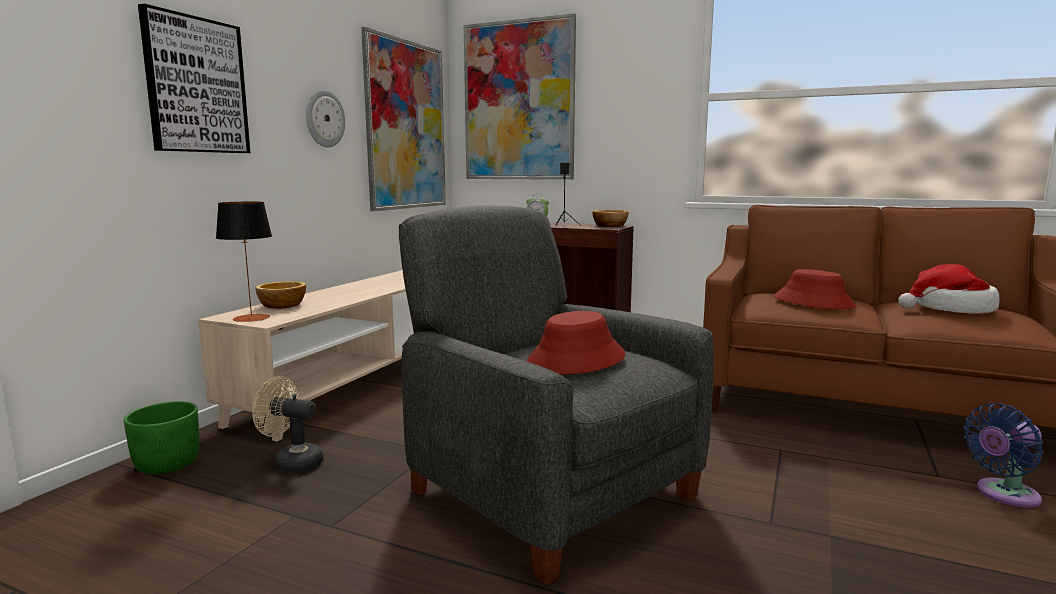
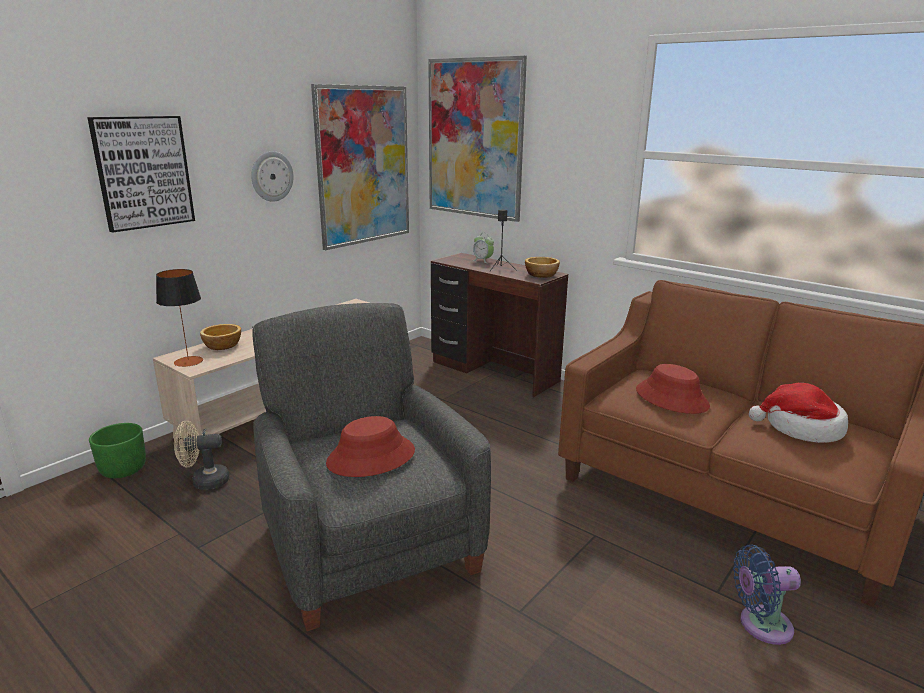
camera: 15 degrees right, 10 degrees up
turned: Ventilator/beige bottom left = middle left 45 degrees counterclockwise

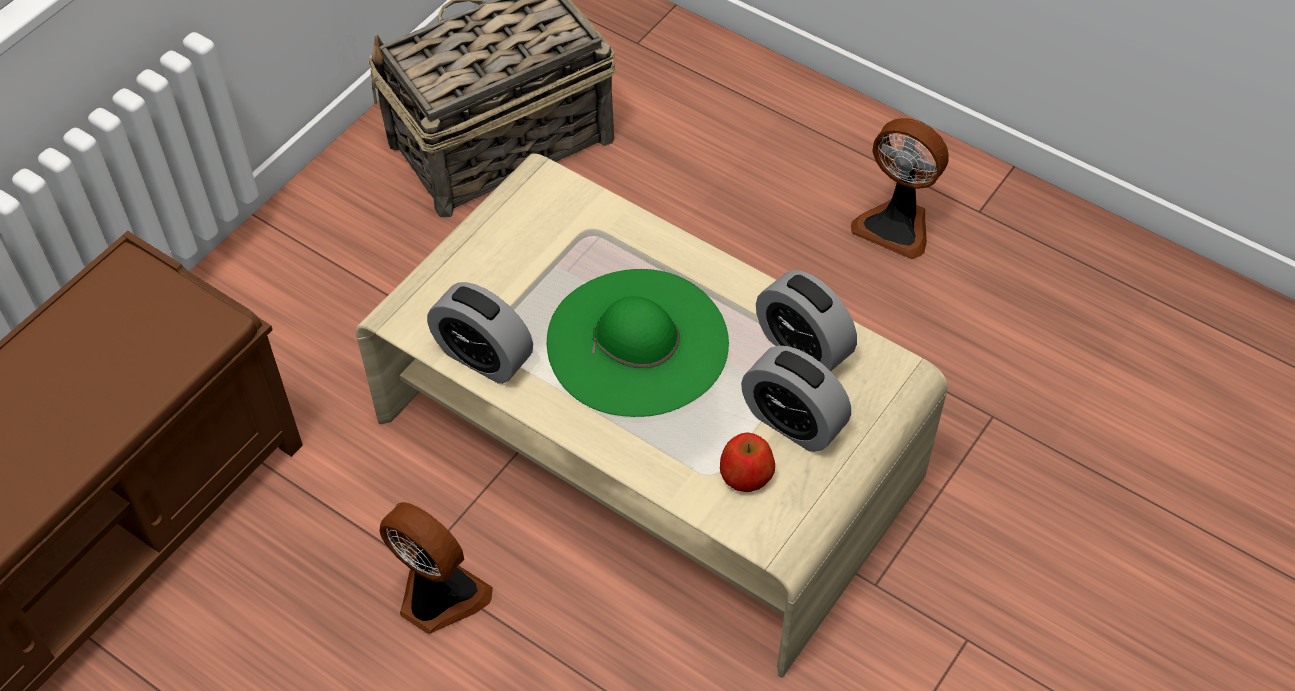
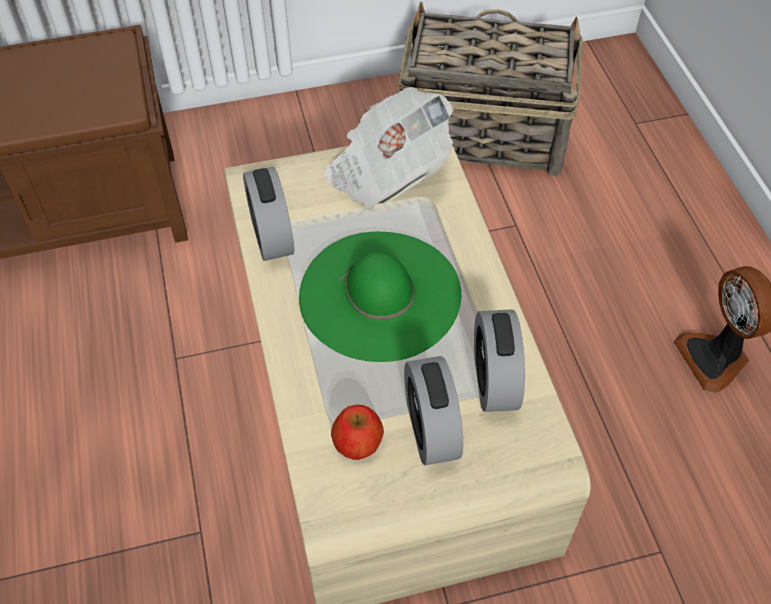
camera: 40 degrees right, 0 degrees up
removed: Ventilator (1st from left) bottom centre
added: Zeitung top centre

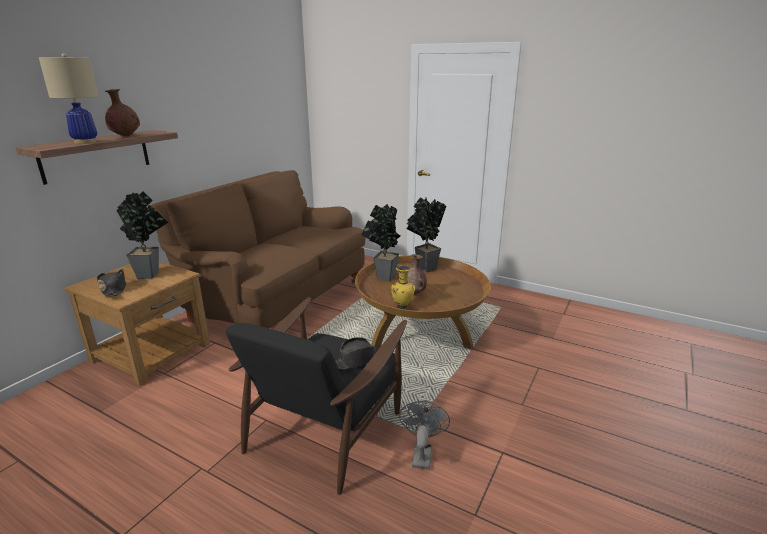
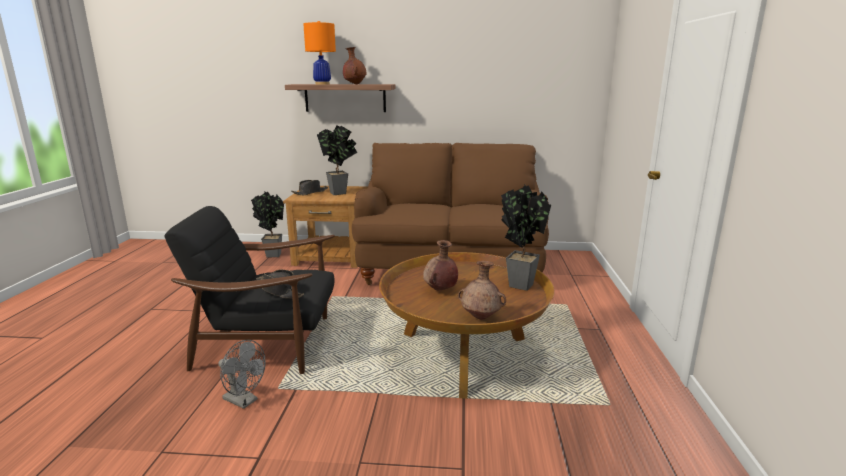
camera: 65 degrees right, 5 degrees down
removed: Vase/gelb centre
added: Vase/braun (3rd from left) centre
moved: Topfpflanze (2nd from left in the first image) centre to Topfpflanze (1st from left) middle left
recoloured: Tischlampe/beige top left to Tischlampe/orange top centre
turned: Ventilator/grau bottom centre = bottom left 45 degrees clockwise

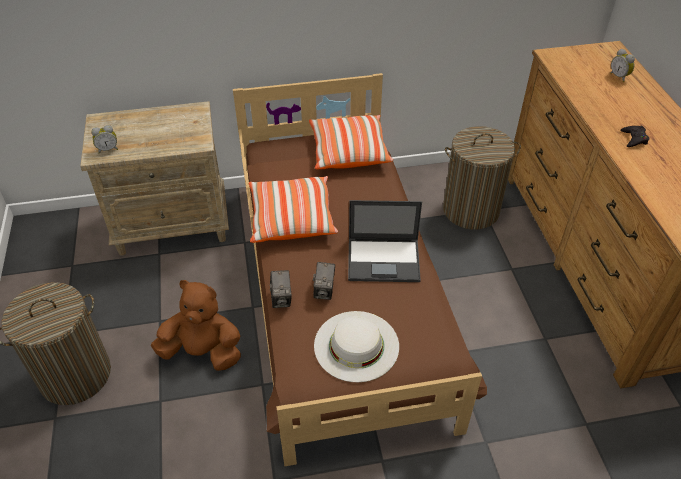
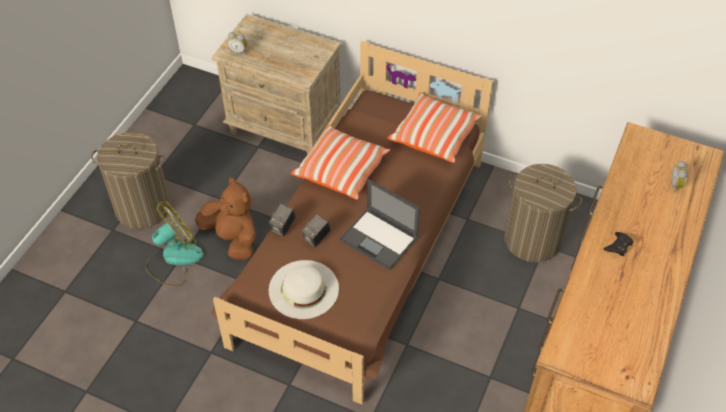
camera: 35 degrees right, 5 degrees up
added: Ventilator middle left

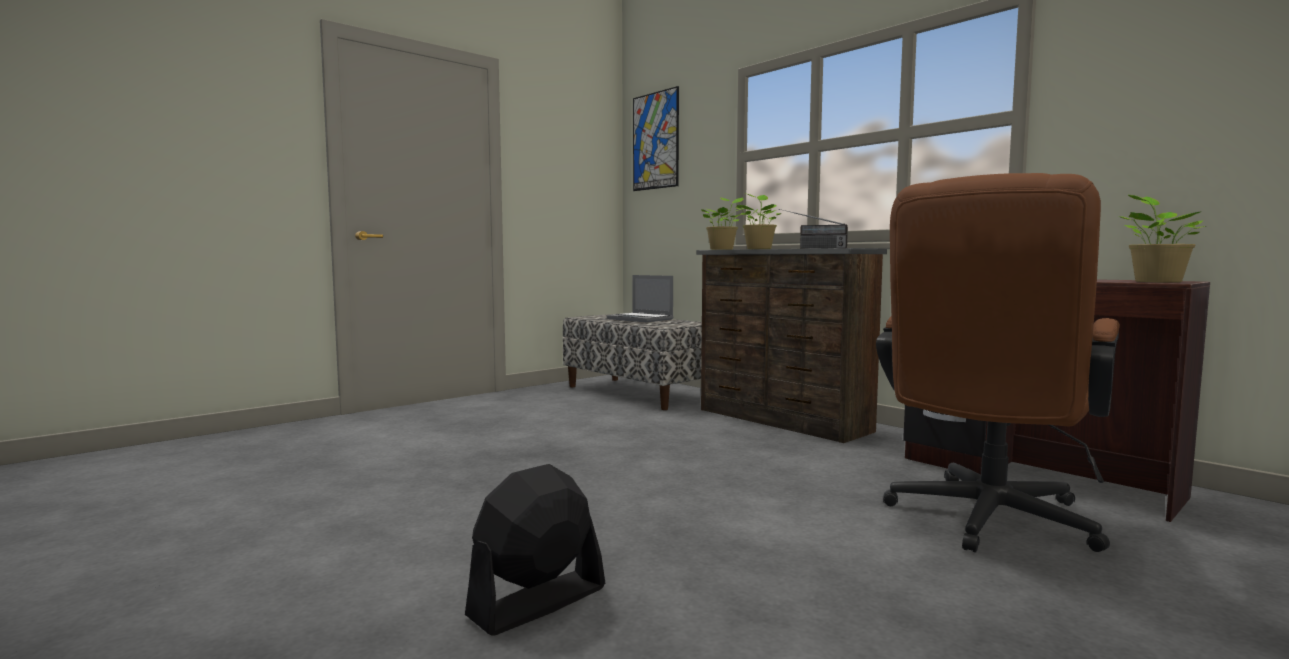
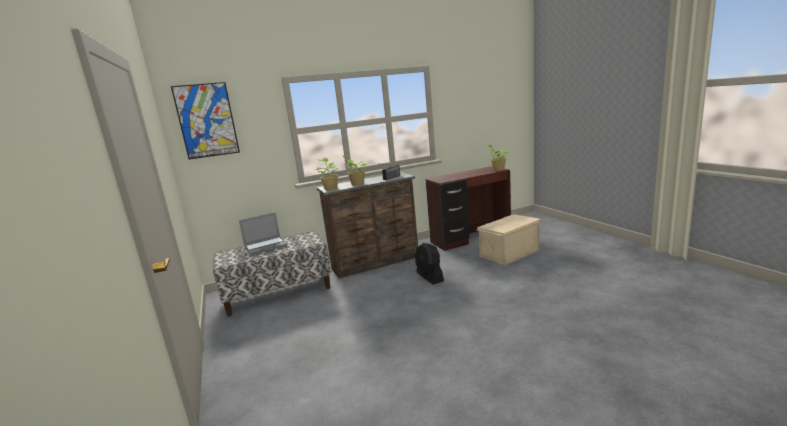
camera: 70 degrees left, 10 degrees up
moved: Ventilator/schwarz bottom centre to centre
replaced: Bürostuhl/braun middle right to Aufbewahrungsbox/beige centre

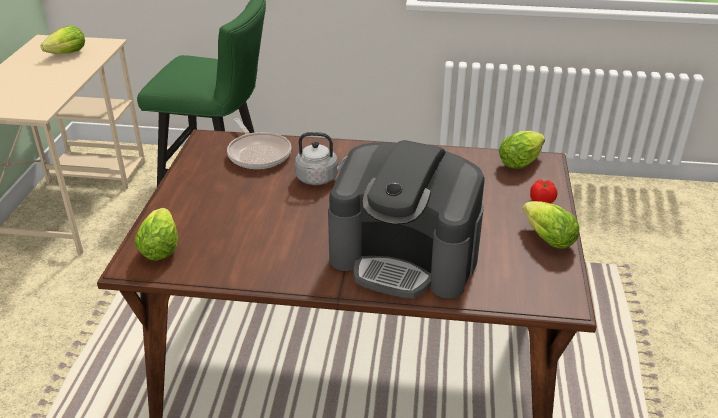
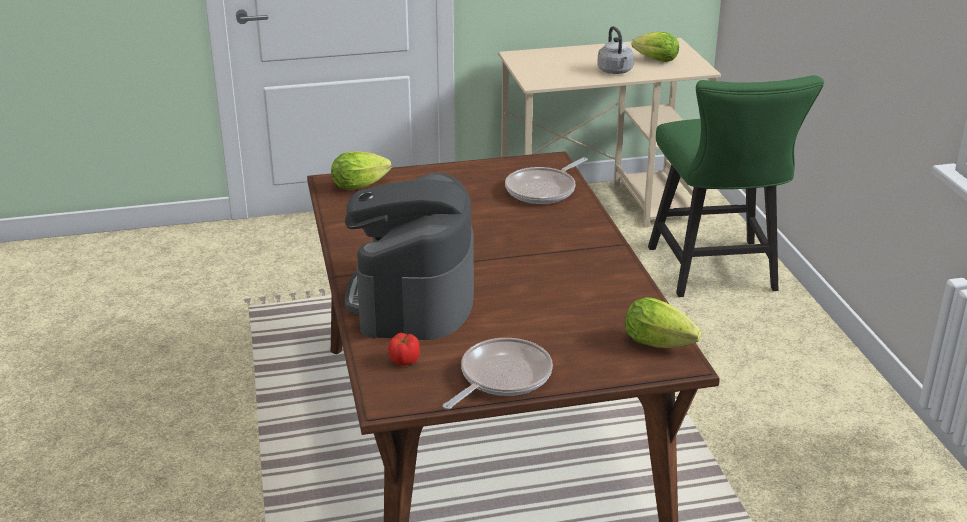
camera: 70 degrees right, 5 degrees down
moved: Wasserkessel/grau centre to top centre; Tomate middle right to bottom centre
replaced: Salatkopf (4th from left) middle right to Pfanne (1st from left) bottom centre

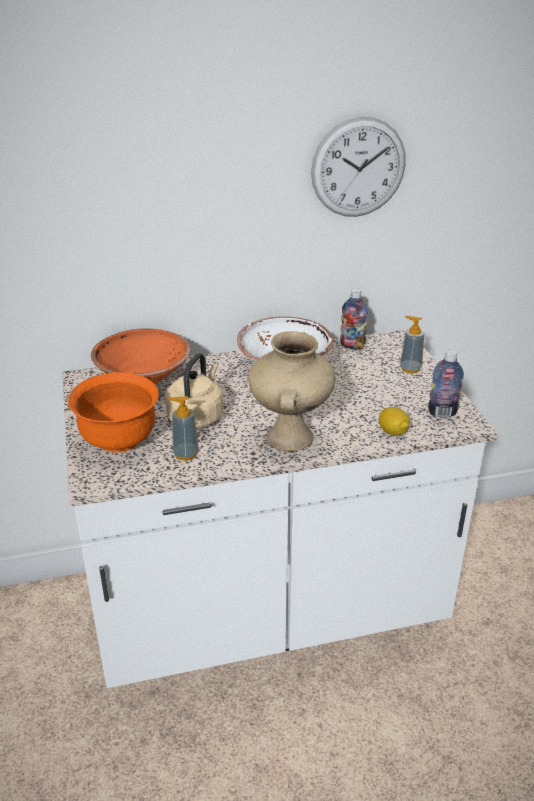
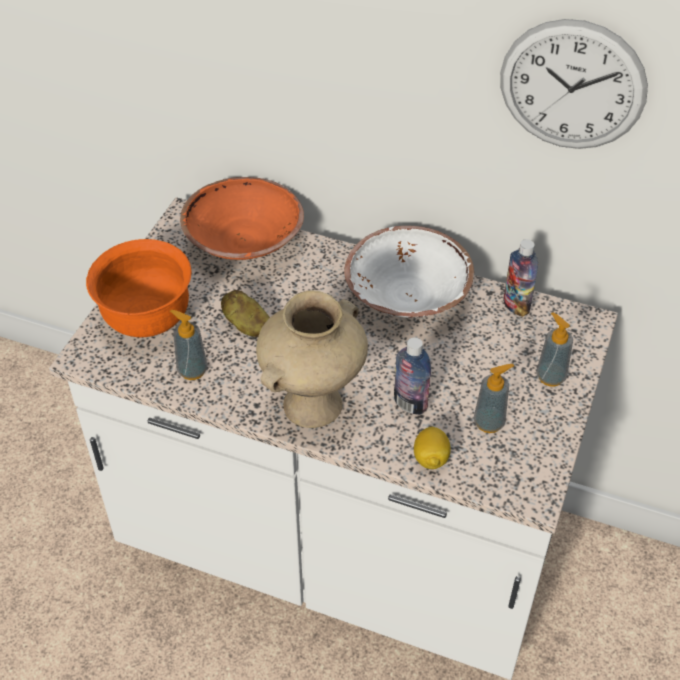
camera: 35 degrees right, 15 degrees up
added: Seifenspender (2nd from left) middle right
moved: Flasche (2nd from left in the first image) middle right to Flasche (1st from left) centre
replaced: Wasserkessel/beige centre to Kartoffel centre

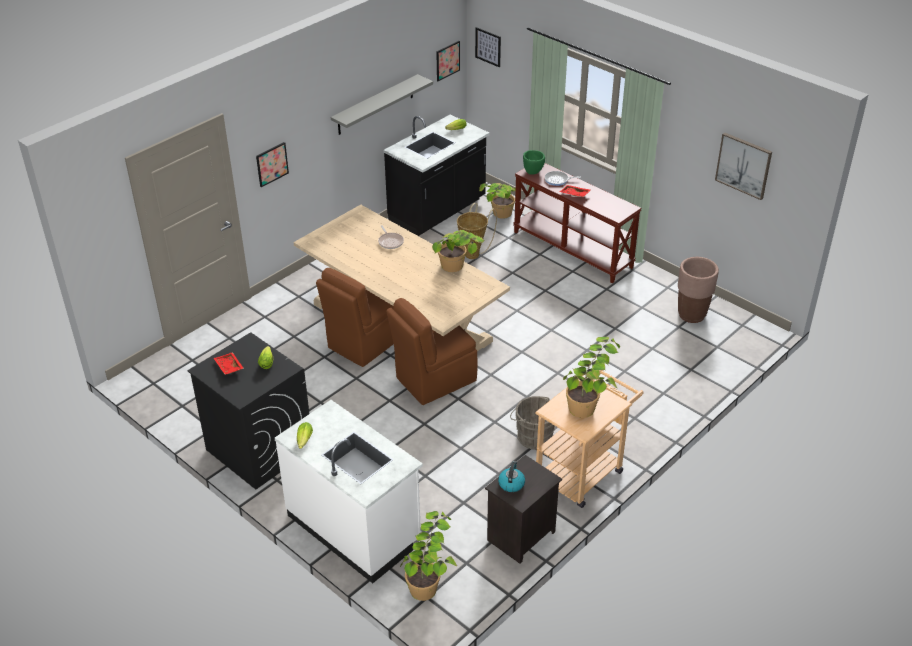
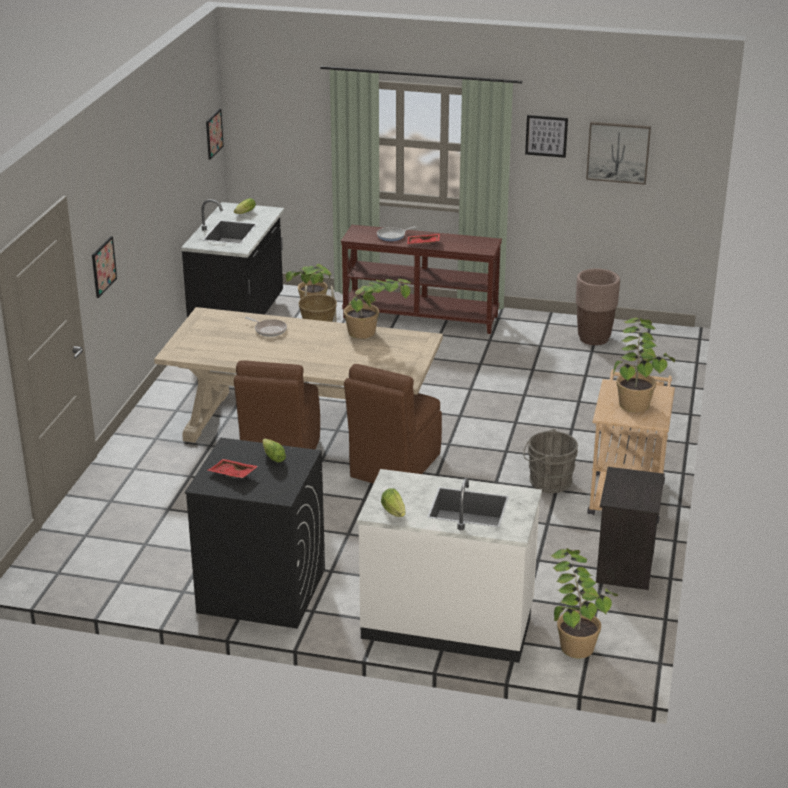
camera: 30 degrees left, 10 degrees down
removed: Wandregal/grau top centre; Wasserkessel bottom centre; Schüssel/grün top centre
moved: Bild (3rd from left) top centre to top right

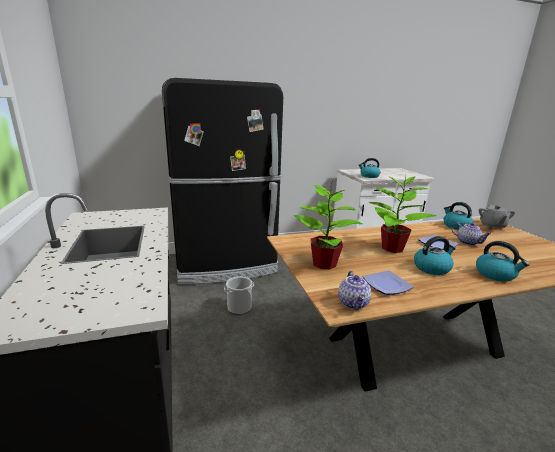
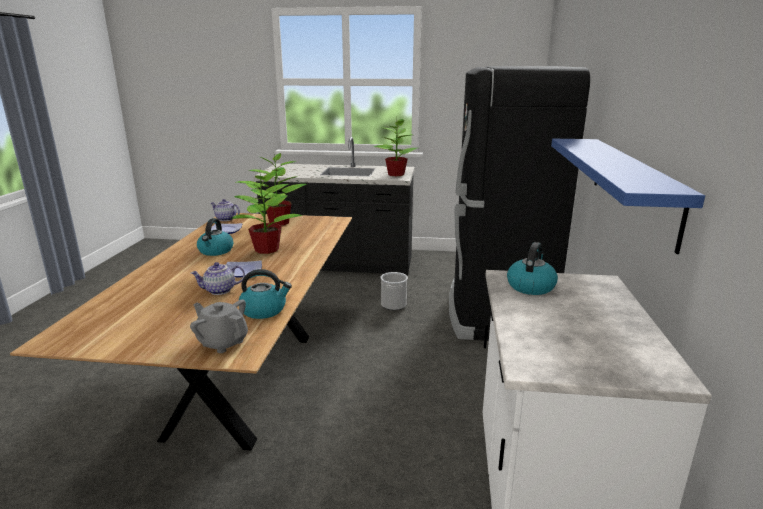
camera: 115 degrees right, 0 degrees up
removed: Wasserkessel (4th from left) middle right
added: Topfpflanze (3rd from left) top centre; Wandregal/blau middle right

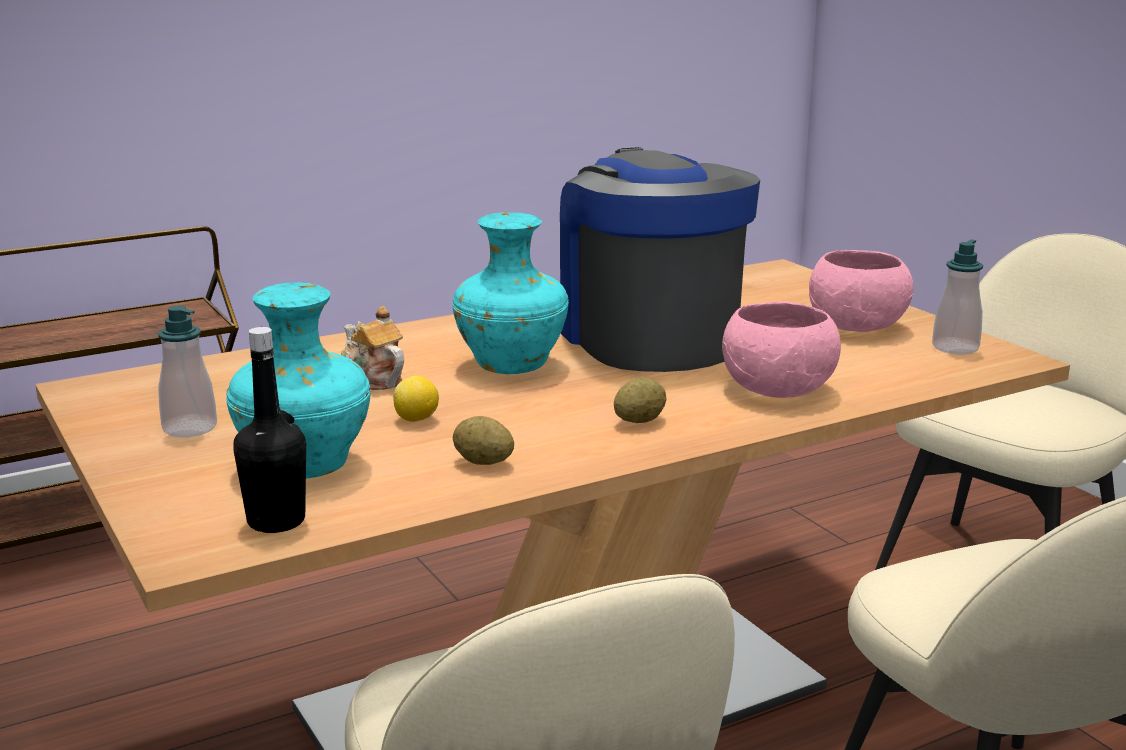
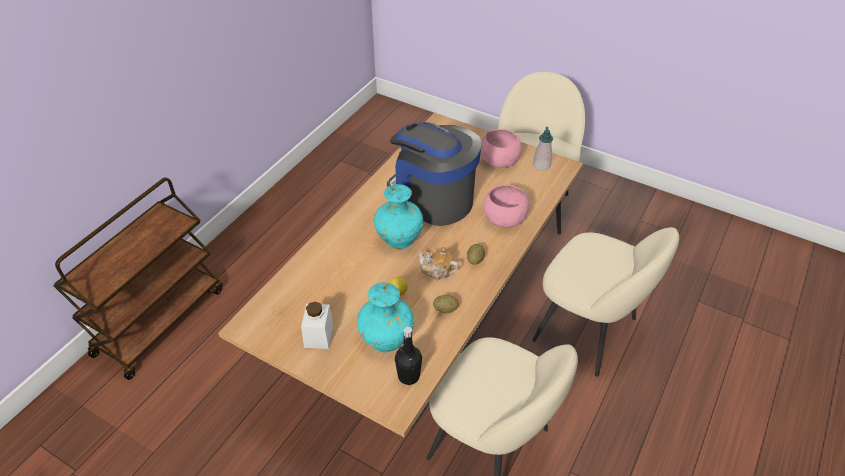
camera: 30 degrees left, 25 degrees up
moved: Teekanne middle left to centre
replaced: Seifenspender (1st from left) middle left to Vorratsglas/weiß bottom centre

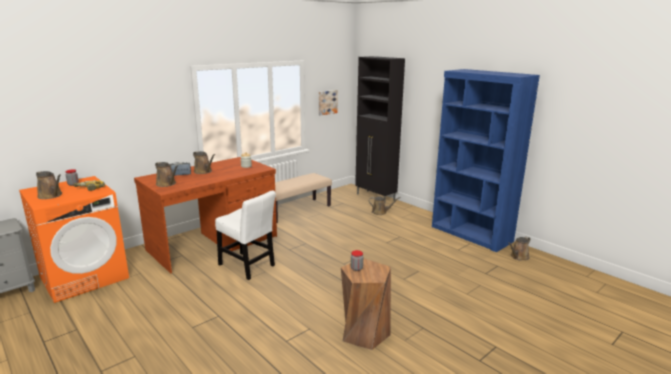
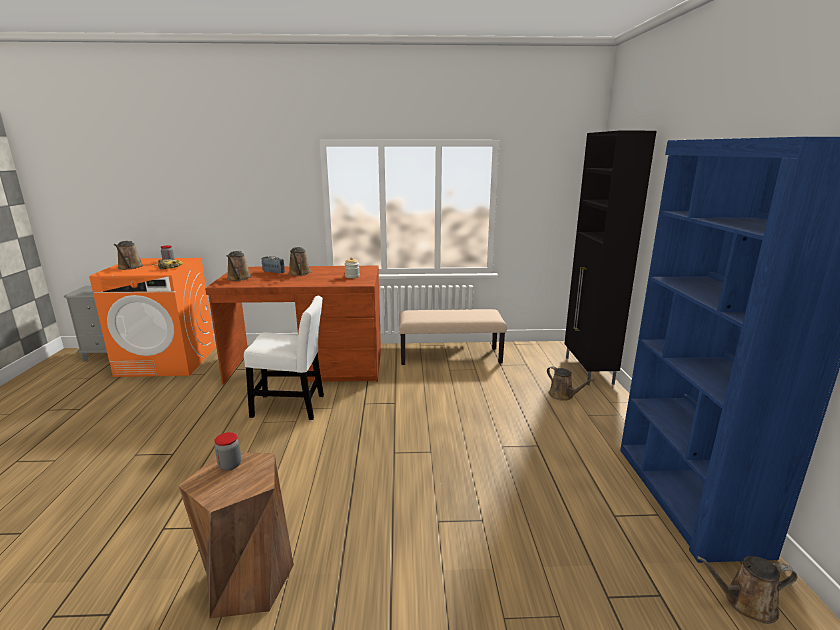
camera: 40 degrees right, 0 degrees up
removed: Bild top centre
turned: Stuhl/weiß centre = centre 75 degrees counterclockwise

